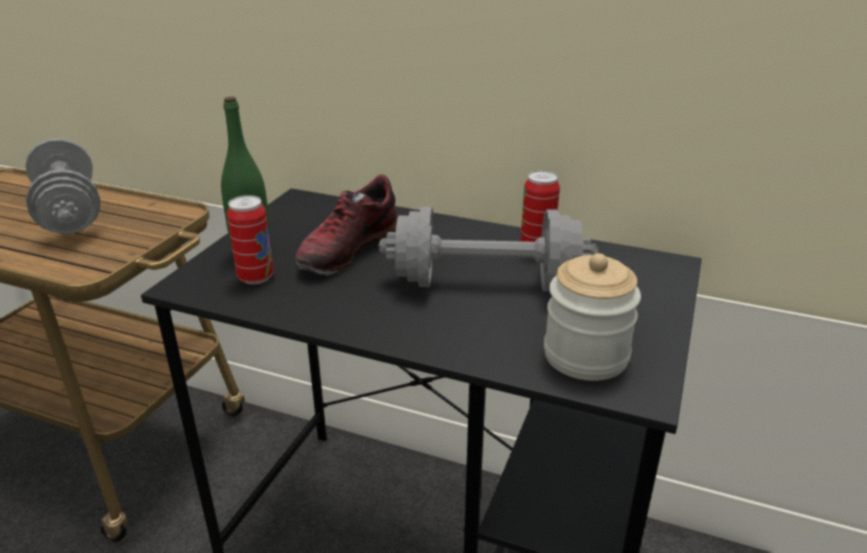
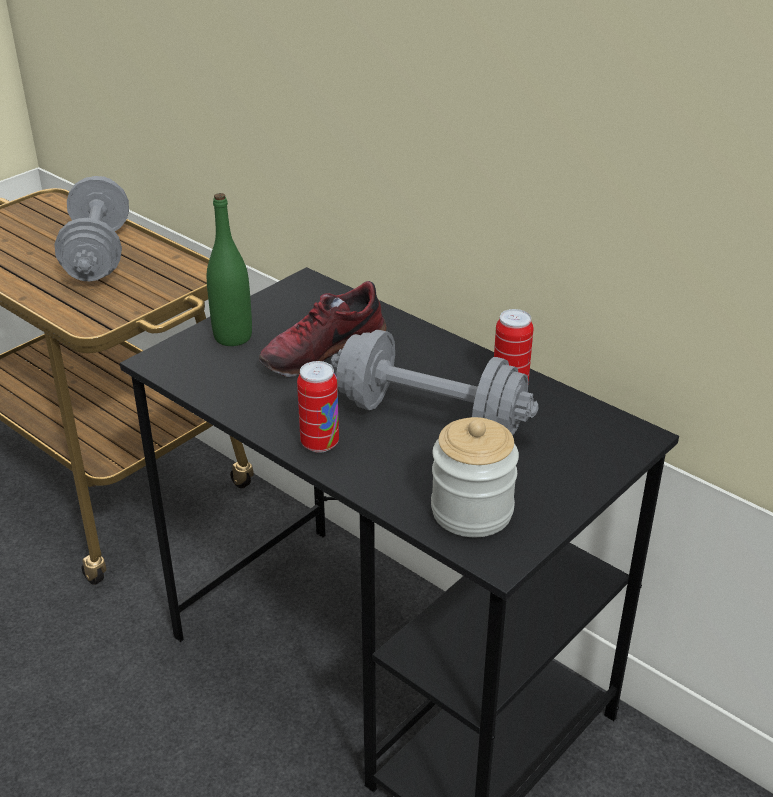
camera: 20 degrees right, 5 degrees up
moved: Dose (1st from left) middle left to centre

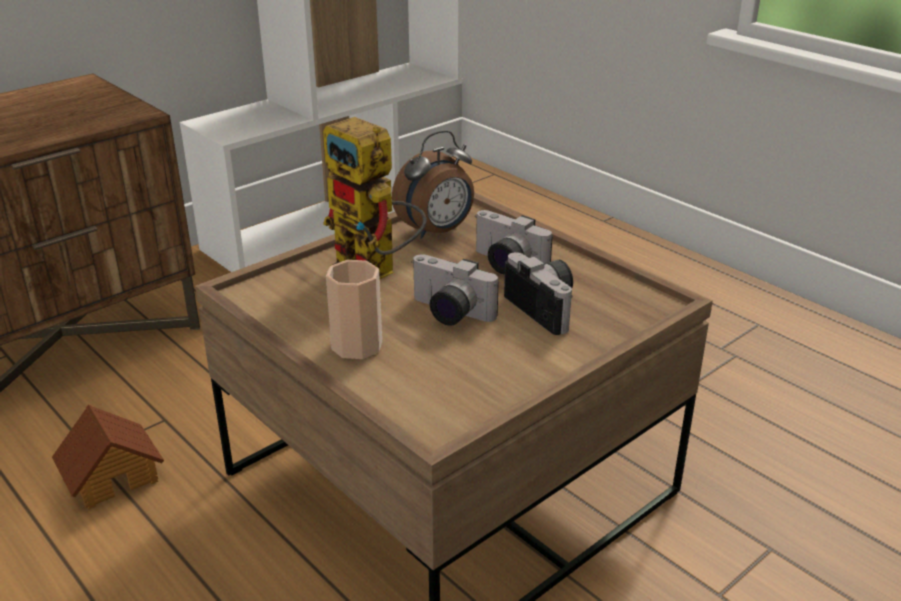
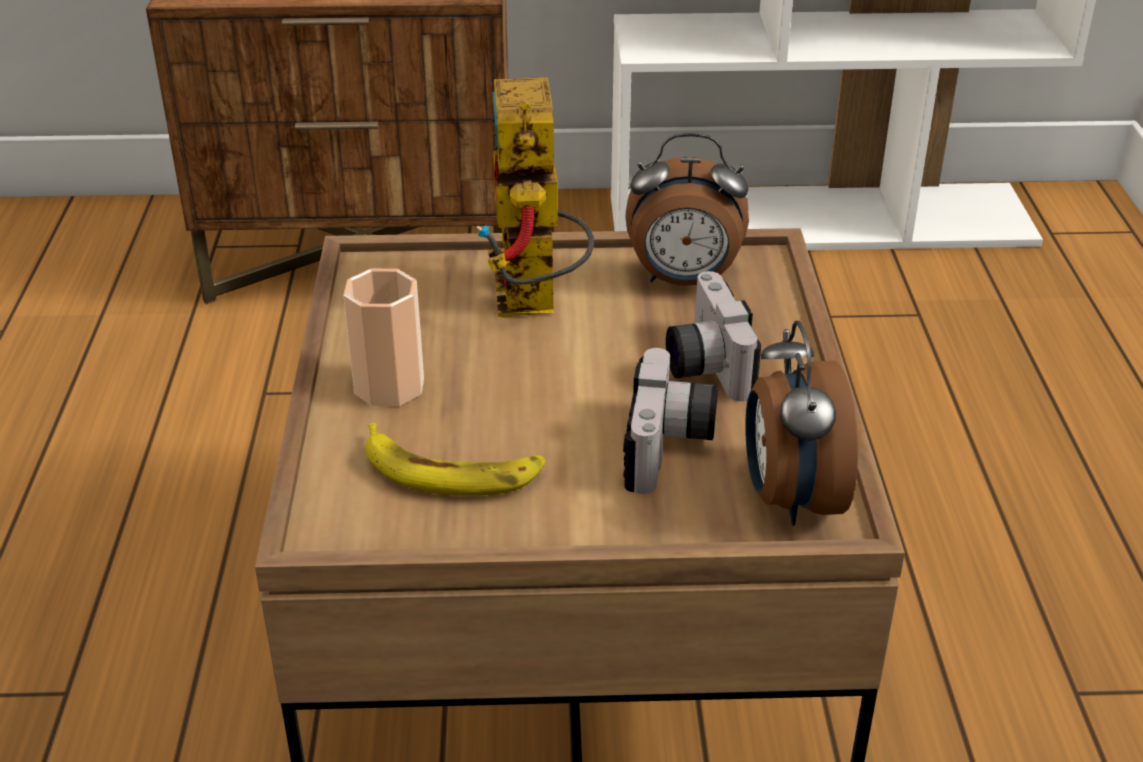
camera: 40 degrees right, 5 degrees up
removed: Spielzeughaus bottom left; Kamera (1st from left) centre
added: Banane centre; Wecker (2nd from left) middle right

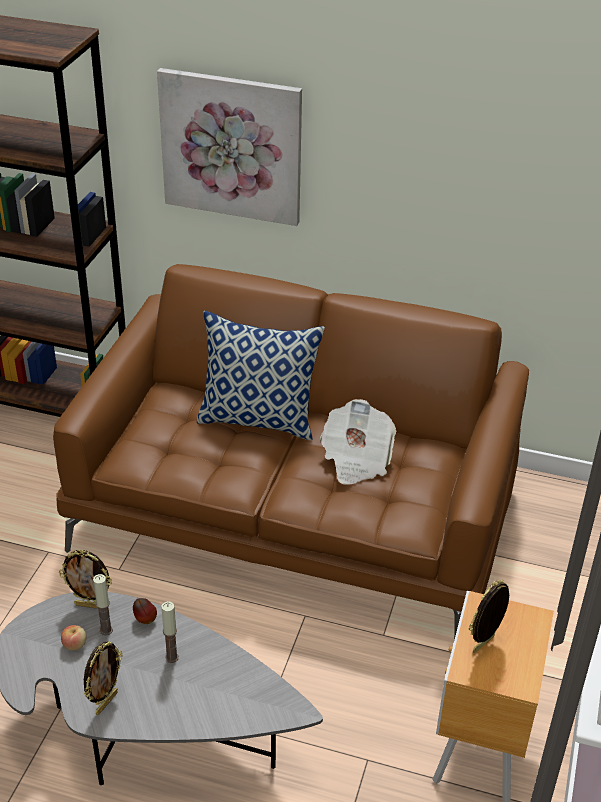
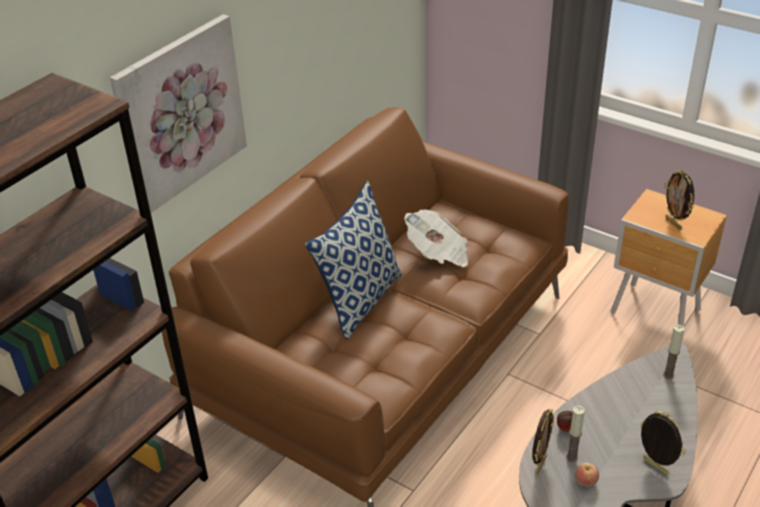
camera: 70 degrees left, 0 degrees up
moved: Kerze (2nd from left) bottom left to bottom right

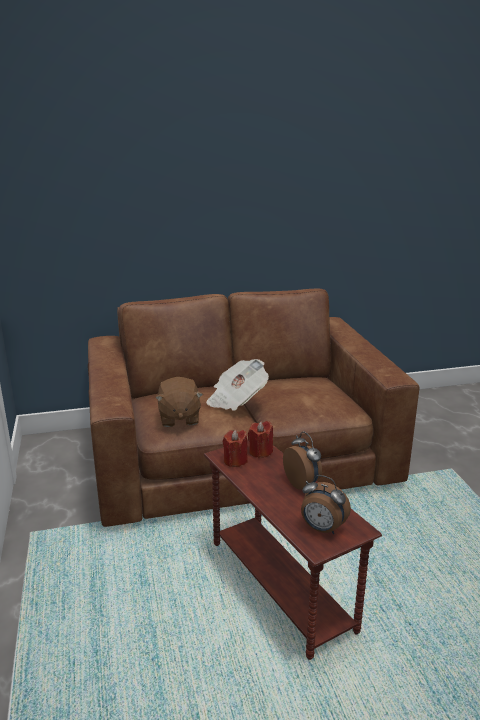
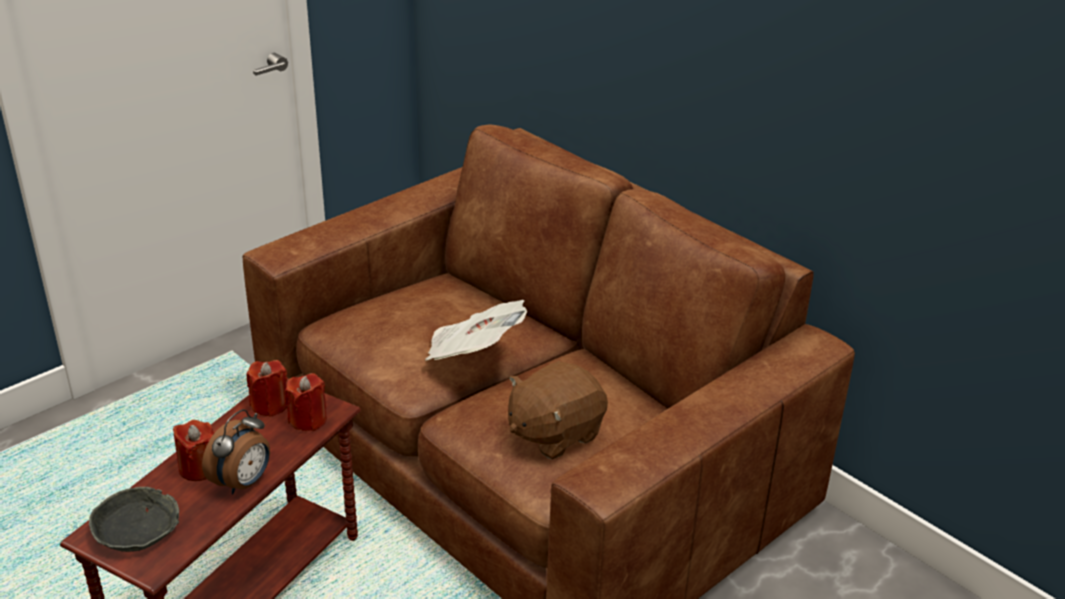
camera: 60 degrees right, 10 degrees up
added: Kerze/rot (1st from left) bottom left
moved: Plüschtier/braun centre to bottom centre
replaced: Wecker (2nd from left) bottom right to Schüssel/grau bottom left

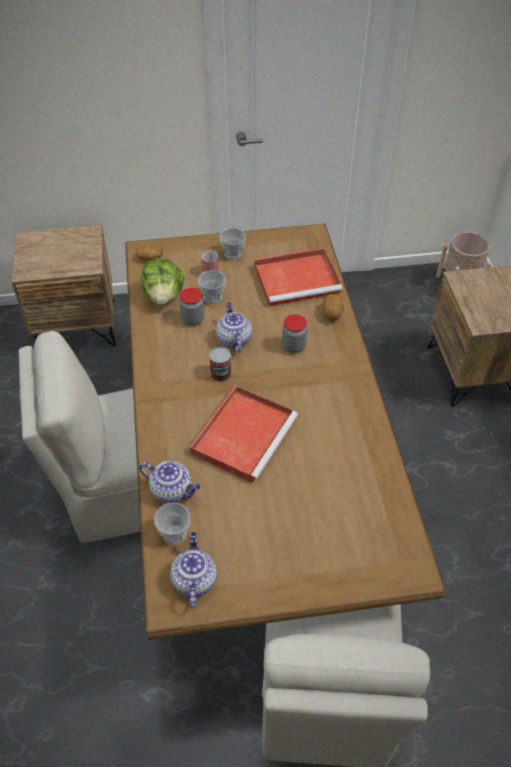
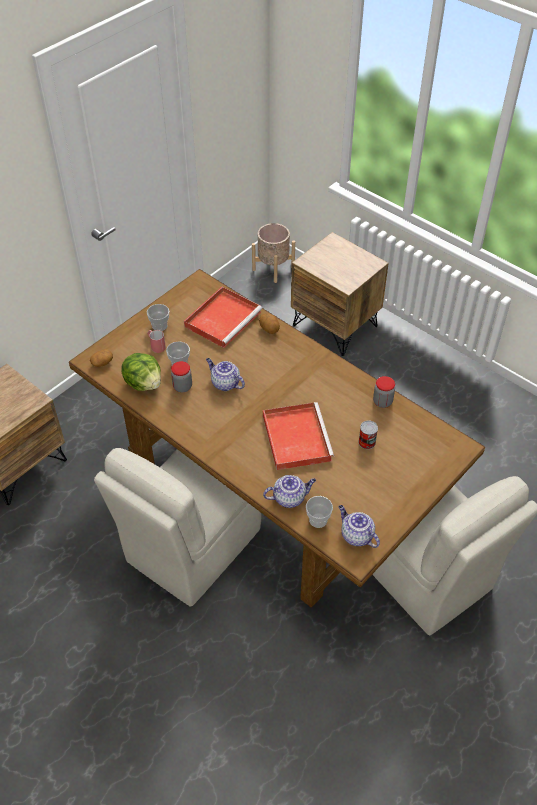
camera: 40 degrees left, 0 degrees up
moved: Dose centre to middle right; Vorratsglas (2nd from left) centre to middle right

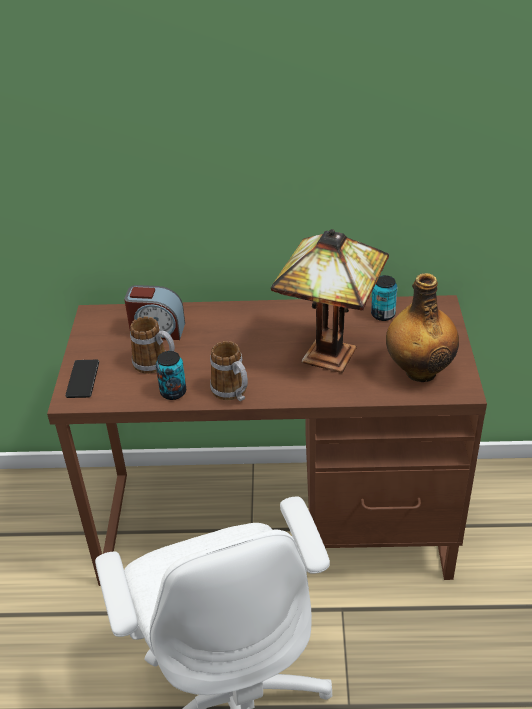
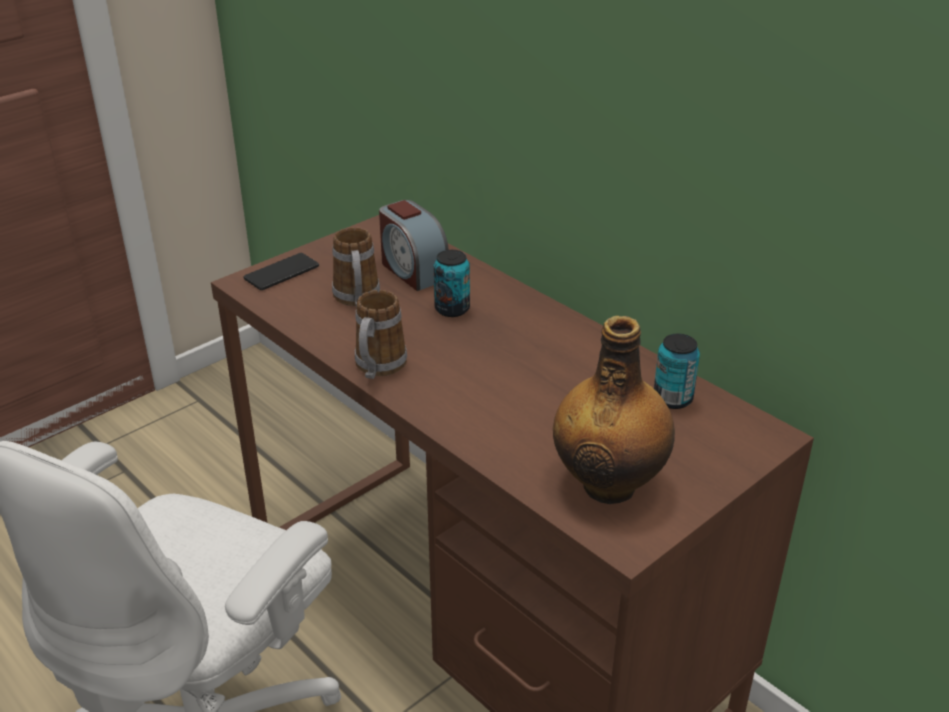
camera: 45 degrees right, 5 degrees down
removed: Tischlampe centre
moved: Dose (1st from left) middle left to centre

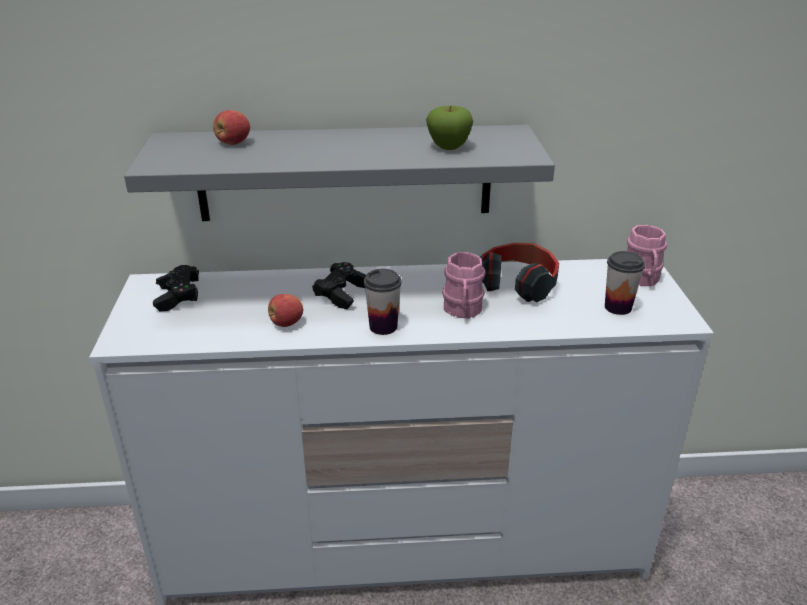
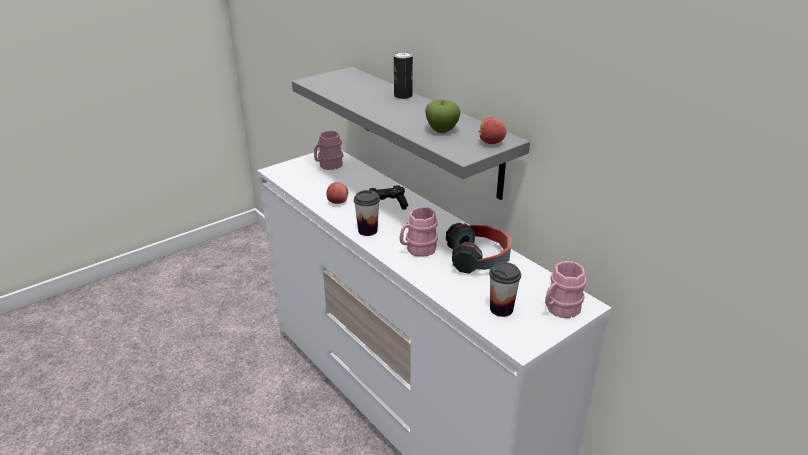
camera: 55 degrees right, 0 degrees up
added: Dose top centre
moved: Apfel (1st from left in the first image) top left to Apfel (3rd from left) top centre
replaced: Gamepad/schwarz (1st from left) middle left to Henkelbecher/rosa (1st from left) top centre

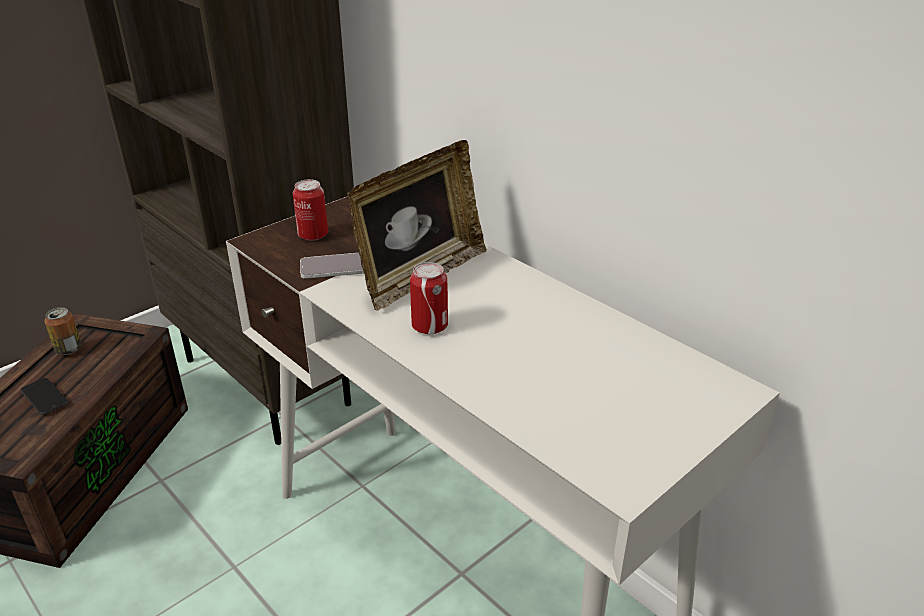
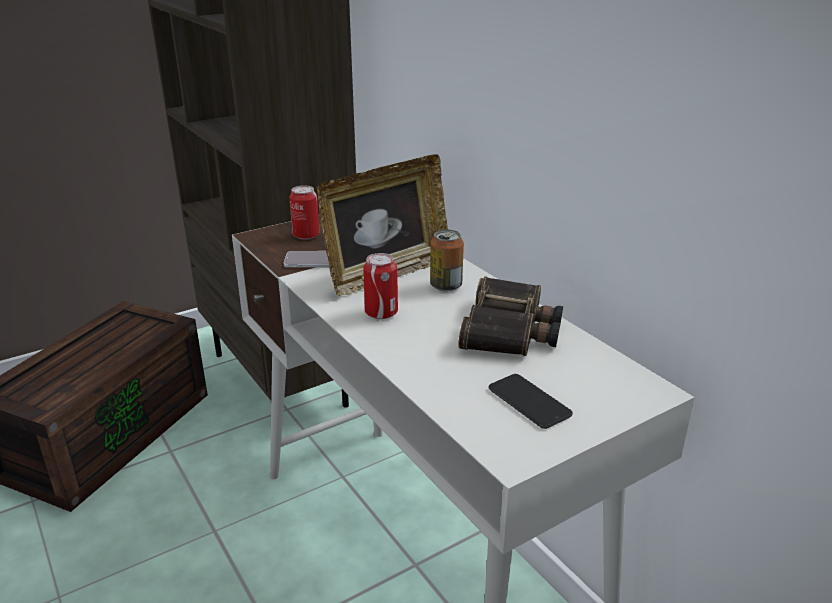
camera: 10 degrees right, 5 degrees down
added: Fernglas centre
moved: Handy (1st from left in the first image) middle left to Handy (2nd from left) centre; Dose (1st from left in the first image) middle left to Dose (3rd from left) centre

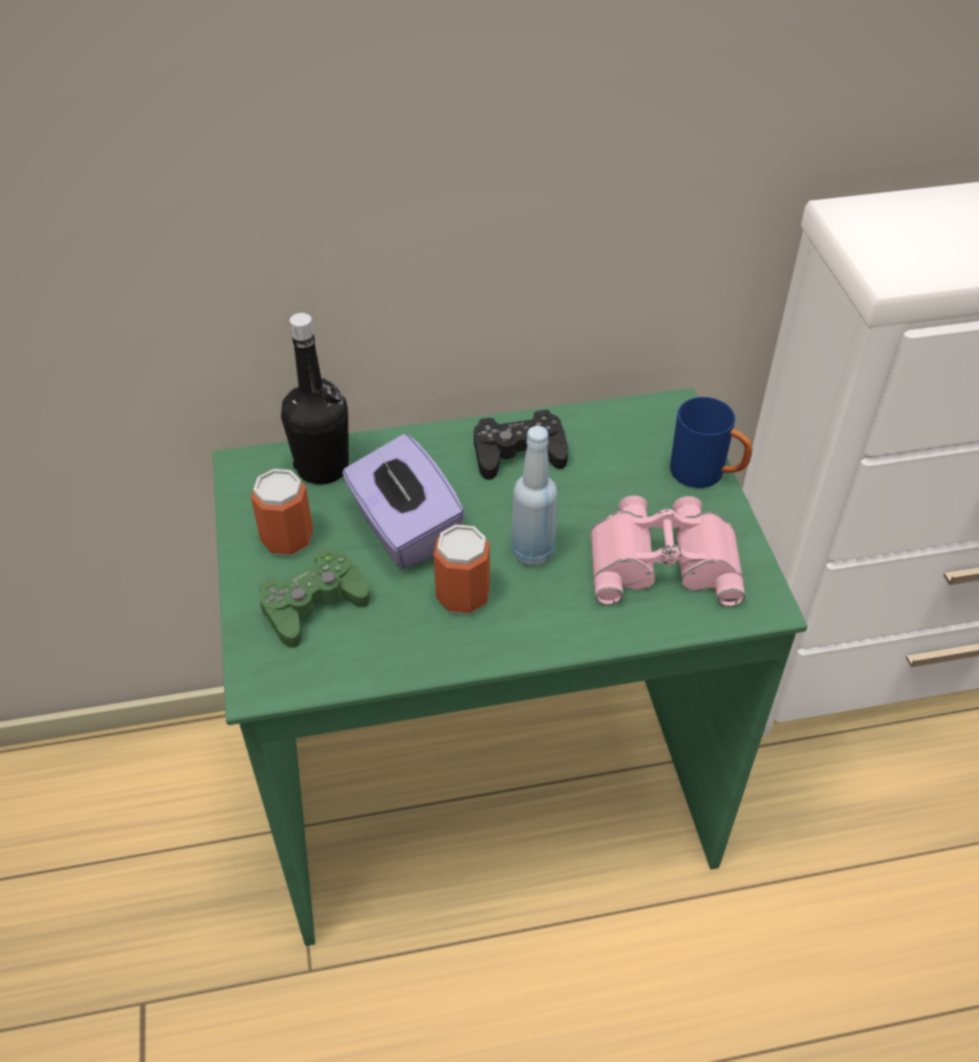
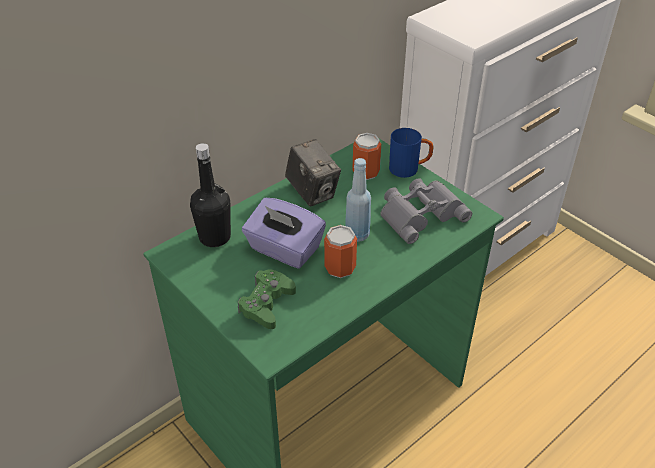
camera: 30 degrees left, 5 degrees down
moved: Dose (1st from left in the first image) middle left to Dose (2nd from left) centre
replaced: Gamepad/schwarz centre to Kamera centre
recoloured: Fernglas/rosa middle right to Fernglas/grau centre

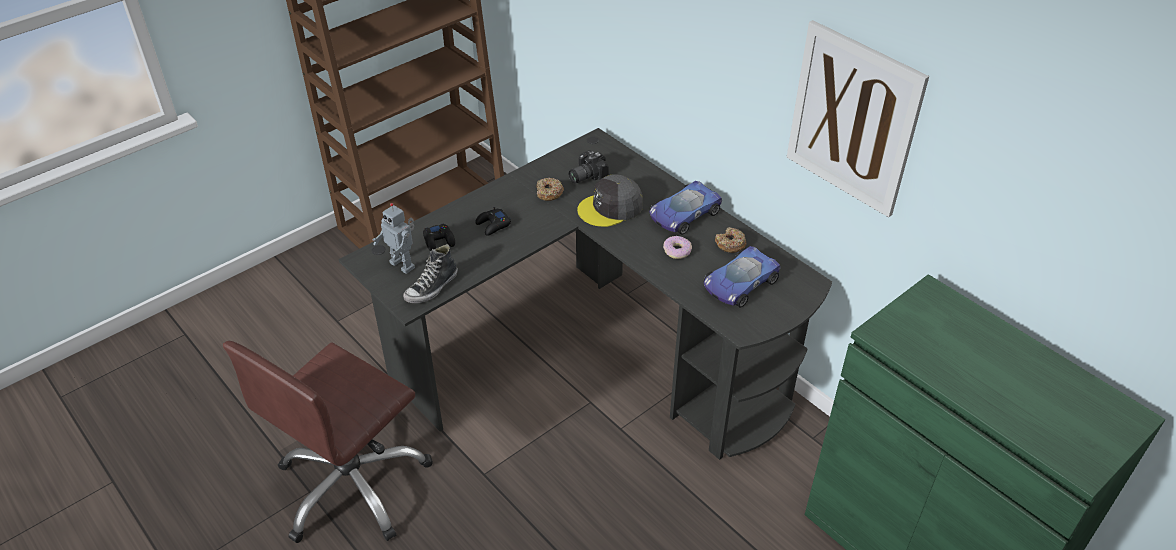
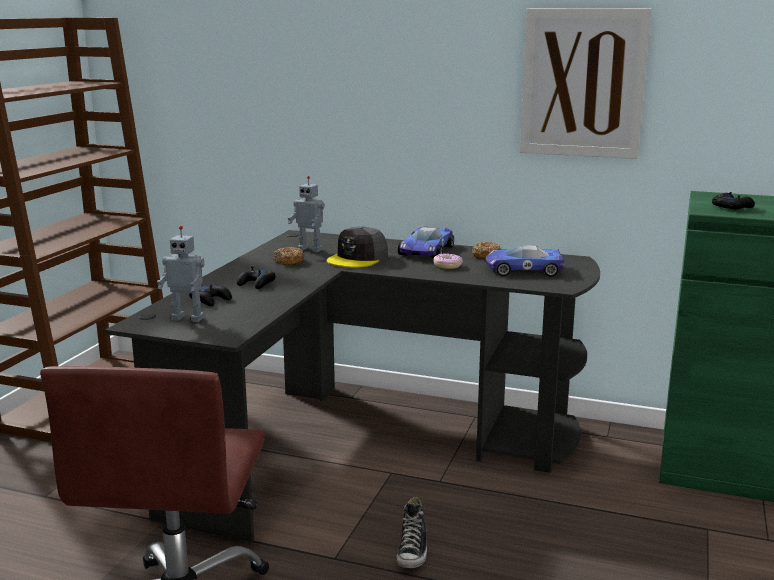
camera: 30 degrees left, 25 degrees down
added: Gamepad/schwarz (3rd from left) middle right
moved: Schuh centre to bottom centre
replaced: Kamera top centre to Spielzeugroboter (2nd from left) centre
turned: Spielzeugauto (2nd from left) centre = middle right 75 degrees clockwise

